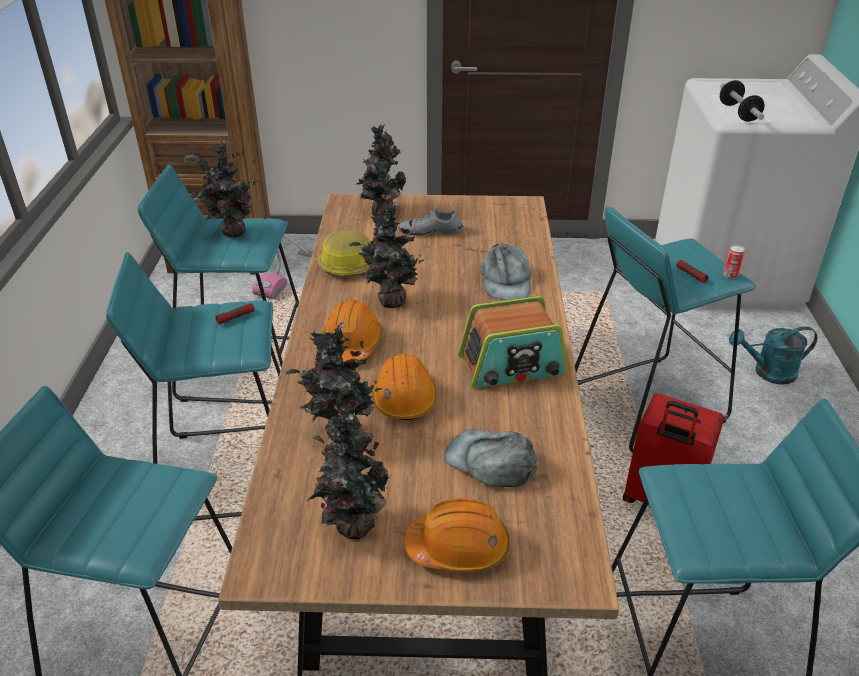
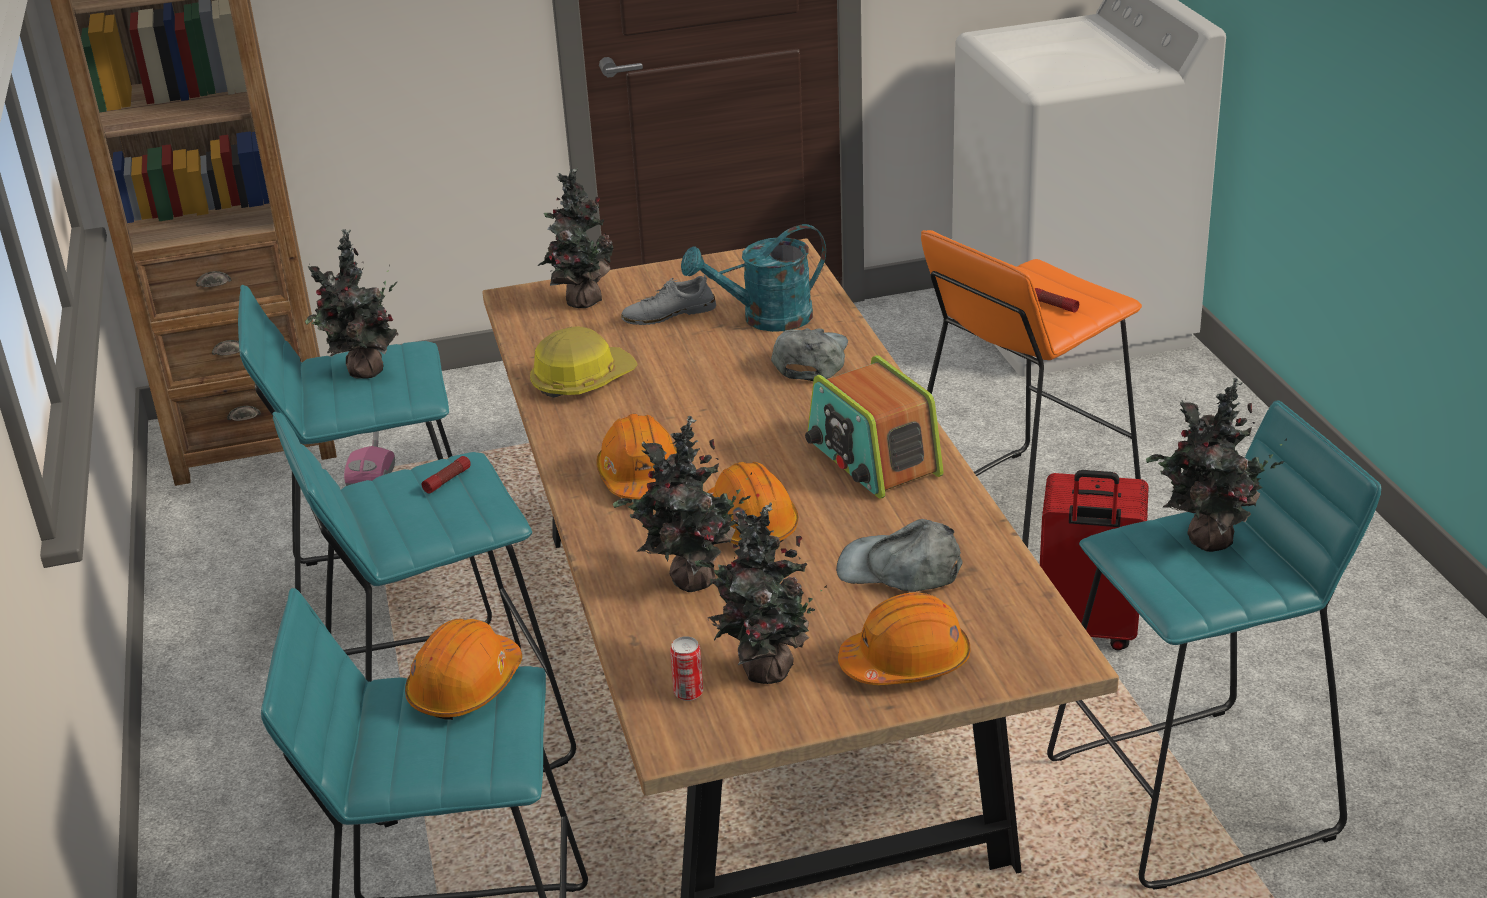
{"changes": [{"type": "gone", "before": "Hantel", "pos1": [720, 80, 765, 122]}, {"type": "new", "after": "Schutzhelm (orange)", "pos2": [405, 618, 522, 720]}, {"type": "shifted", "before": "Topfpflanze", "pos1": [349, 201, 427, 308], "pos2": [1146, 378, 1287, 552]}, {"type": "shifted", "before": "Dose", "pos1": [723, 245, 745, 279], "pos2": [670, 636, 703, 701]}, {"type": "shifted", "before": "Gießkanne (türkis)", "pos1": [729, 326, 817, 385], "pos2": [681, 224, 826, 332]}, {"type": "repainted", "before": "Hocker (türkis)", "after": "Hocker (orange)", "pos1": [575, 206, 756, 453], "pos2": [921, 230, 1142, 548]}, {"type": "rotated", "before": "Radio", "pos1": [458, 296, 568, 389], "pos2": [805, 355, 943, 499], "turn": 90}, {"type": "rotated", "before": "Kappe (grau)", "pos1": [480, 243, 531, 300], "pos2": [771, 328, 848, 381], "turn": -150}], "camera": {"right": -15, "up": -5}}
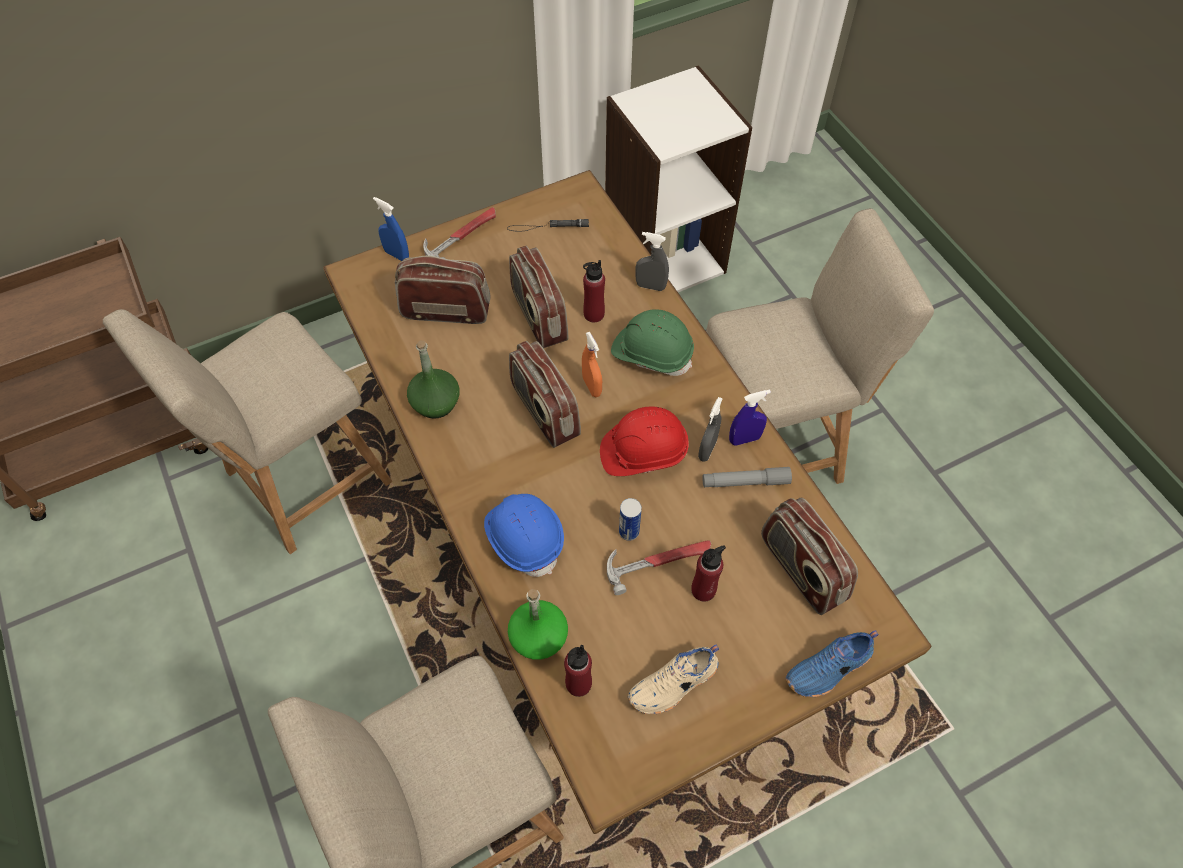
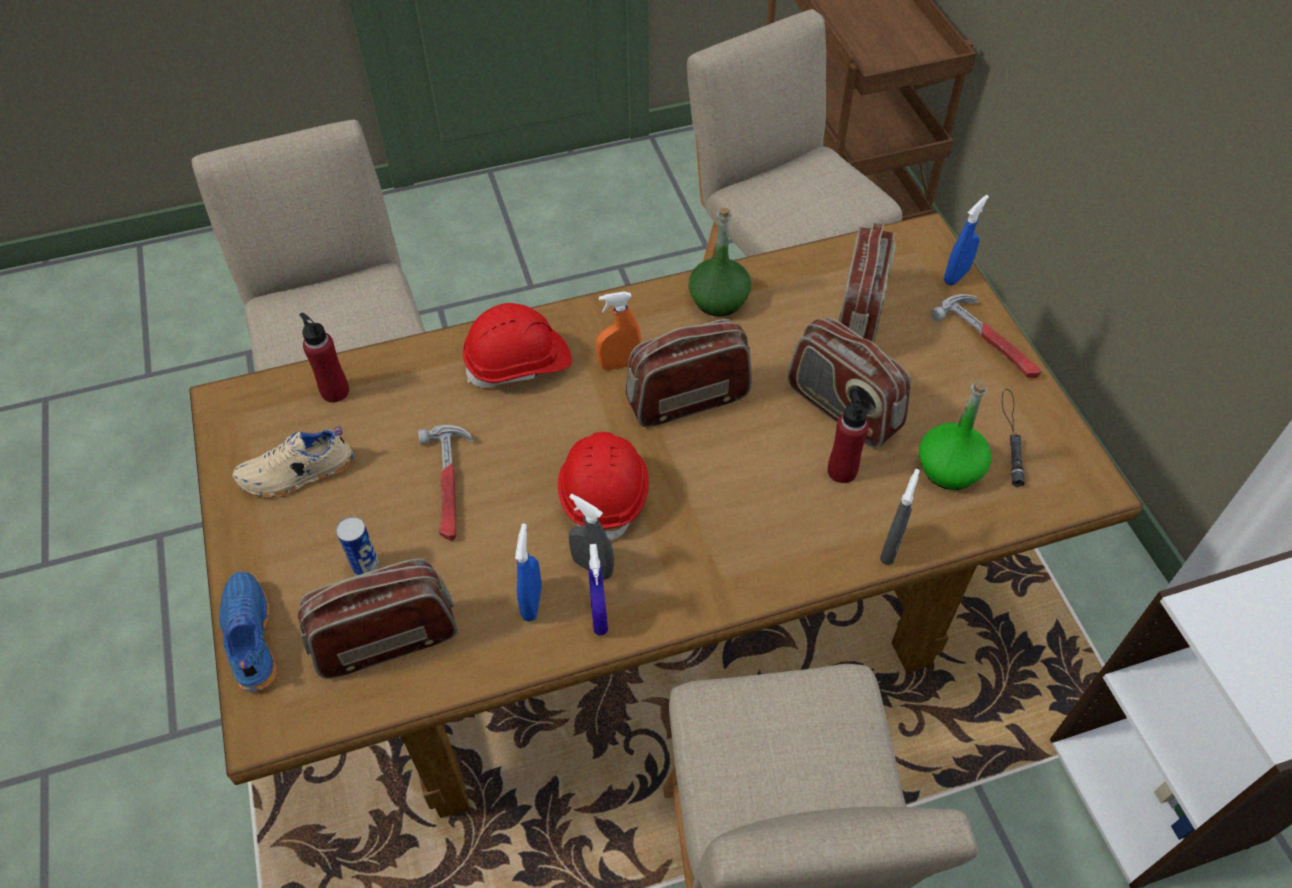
{"changes": [{"type": "gone", "before": "Schutzhelm (grün)", "pos1": [611, 309, 694, 376]}, {"type": "gone", "before": "Flasche (rot)", "pos1": [691, 545, 726, 602]}, {"type": "shifted", "before": "Flasche (grün)", "pos1": [508, 589, 568, 660], "pos2": [919, 379, 991, 490]}, {"type": "shifted", "before": "Sprühflasche (orange)", "pos1": [582, 332, 602, 397], "pos2": [596, 292, 641, 370]}, {"type": "shifted", "before": "Dose", "pos1": [619, 498, 642, 541], "pos2": [336, 517, 379, 576]}, {"type": "swapped", "before": "Taschenlampe (grau)", "after": "Sprühflasche (blau)", "pos1": [702, 467, 792, 487], "pos2": [515, 524, 542, 622]}, {"type": "repainted", "before": "Schutzhelm (blau)", "after": "Schutzhelm (rot)", "pos1": [484, 494, 564, 577], "pos2": [463, 303, 572, 388]}, {"type": "rotated", "before": "Radio", "pos1": [509, 246, 568, 348], "pos2": [788, 318, 911, 449], "turn": -120}, {"type": "rotated", "before": "Schuh (beige)", "pos1": [628, 645, 719, 714], "pos2": [233, 427, 354, 498], "turn": -90}], "camera": {"right": 100, "up": -5}}
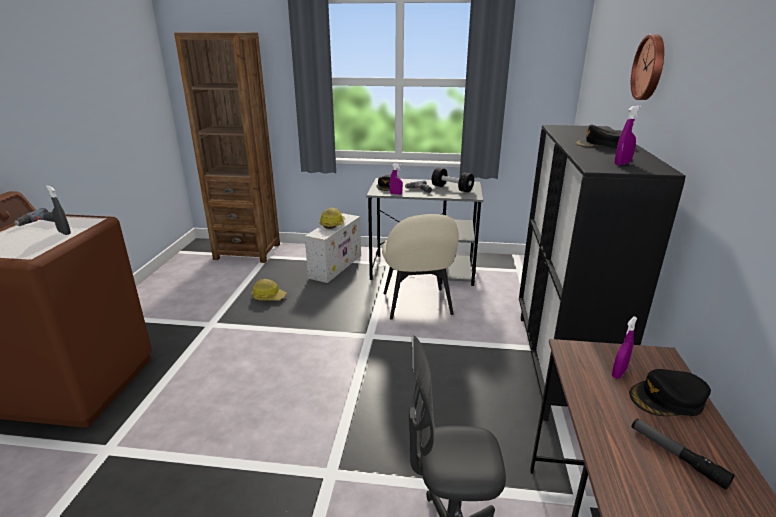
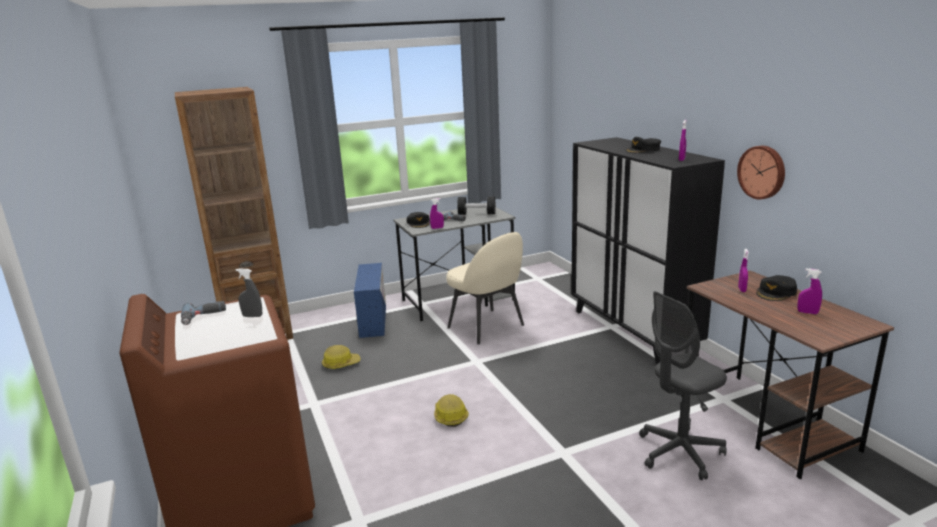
{"changes": [{"type": "shifted", "before": "Schutzhelm", "pos1": [319, 208, 345, 229], "pos2": [434, 394, 469, 427]}, {"type": "shifted", "before": "Wanduhr", "pos1": [631, 34, 664, 100], "pos2": [737, 146, 785, 200]}, {"type": "swapped", "before": "Taschenlampe", "after": "Sprühflasche (lila)", "pos1": [632, 418, 735, 490], "pos2": [797, 268, 822, 314]}, {"type": "repainted", "before": "Aufbewahrungsbox (weiß)", "after": "Aufbewahrungsbox (blau)", "pos1": [305, 213, 361, 283], "pos2": [354, 263, 386, 338]}], "camera": {"right": -30, "up": -5}}
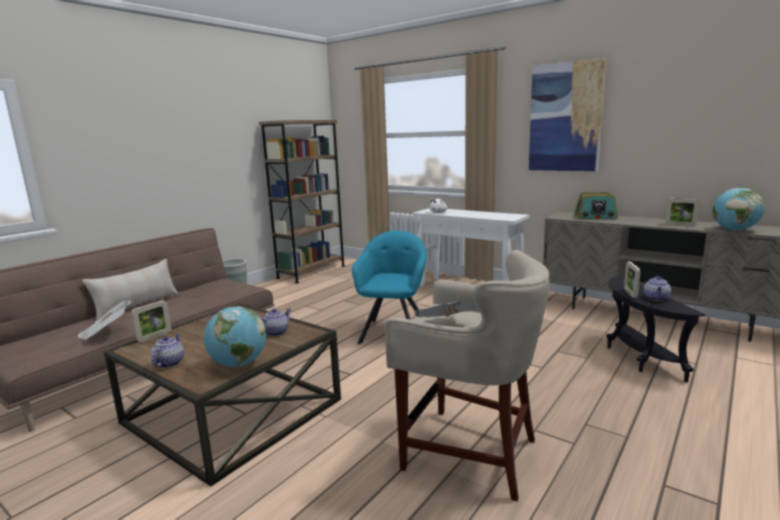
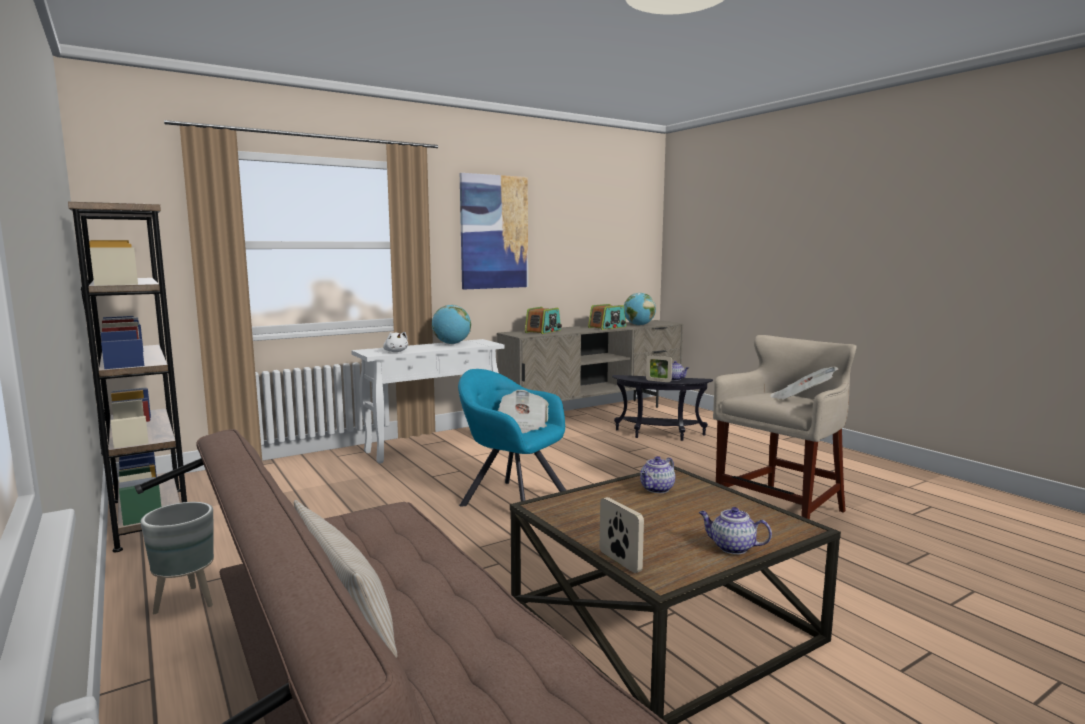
{"changes": [{"type": "shifted", "before": "Zeitung", "pos1": [78, 300, 131, 341], "pos2": [498, 390, 549, 433]}, {"type": "shifted", "before": "Globus", "pos1": [204, 307, 266, 367], "pos2": [432, 305, 471, 344]}, {"type": "swapped", "before": "Bilderrahmen", "after": "Radio", "pos1": [665, 199, 699, 226], "pos2": [588, 304, 626, 330]}, {"type": "rotated", "before": "Teekanne", "pos1": [261, 309, 291, 336], "pos2": [640, 456, 675, 493], "turn": -105}], "camera": {"right": -70, "up": -5}}
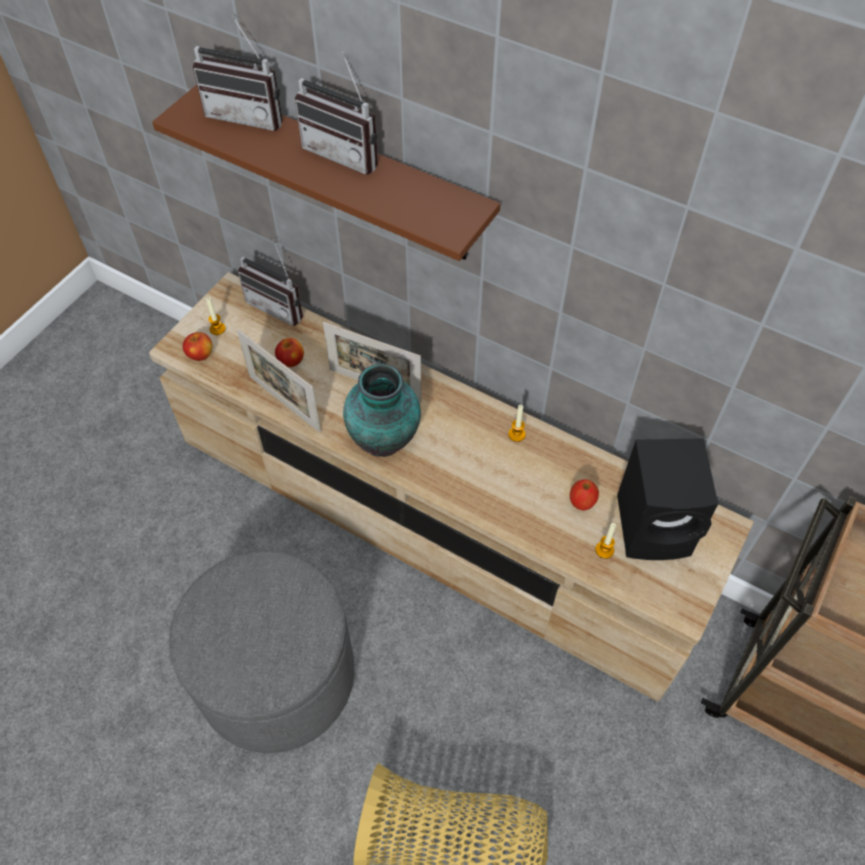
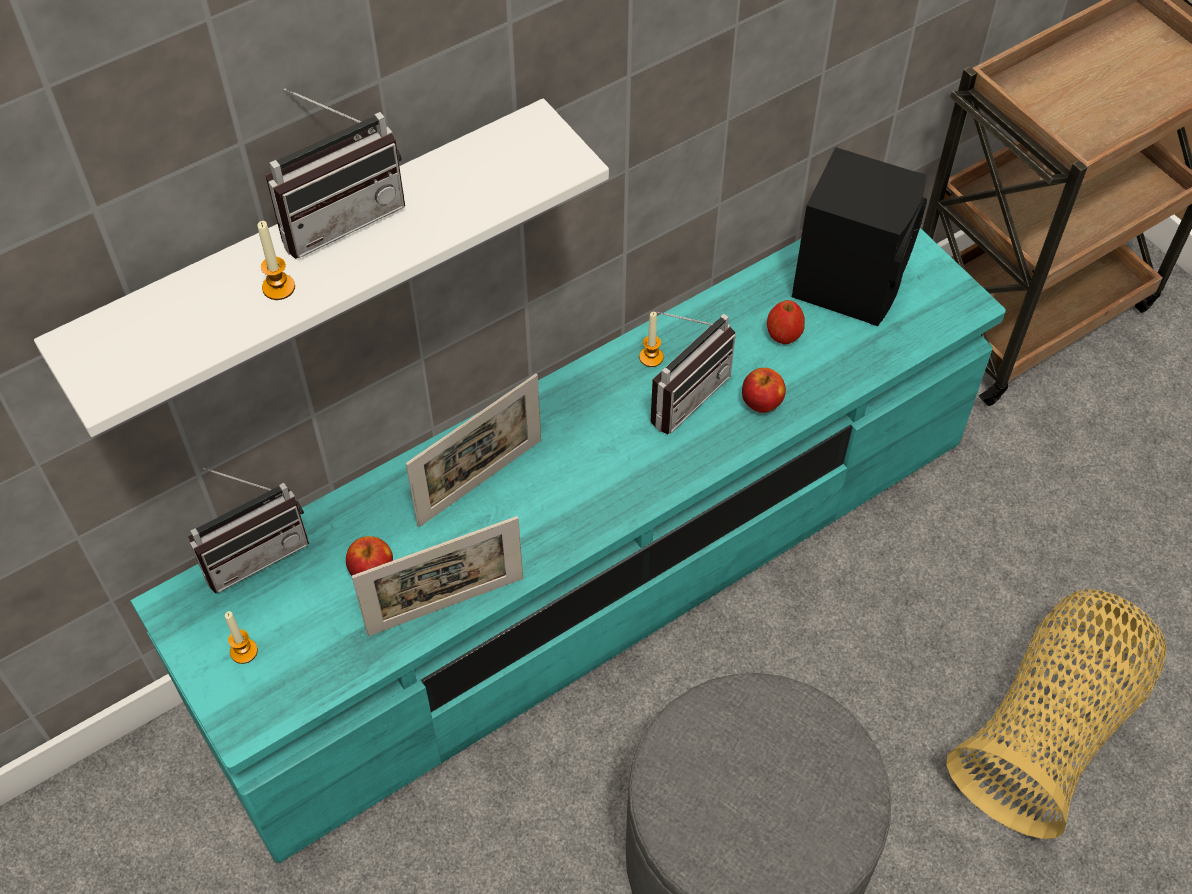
{"changes": [{"type": "gone", "before": "Vase", "pos1": [343, 364, 421, 457]}, {"type": "shifted", "before": "Apfel", "pos1": [183, 332, 212, 361], "pos2": [742, 368, 786, 413]}, {"type": "shifted", "before": "Radio", "pos1": [193, 15, 283, 131], "pos2": [650, 312, 736, 434]}, {"type": "shifted", "before": "Kerze", "pos1": [595, 523, 616, 559], "pos2": [258, 221, 295, 300]}, {"type": "repainted", "before": "Fernsehschrank (beige)", "after": "Fernsehschrank (türkis)", "pos1": [149, 272, 754, 701], "pos2": [130, 228, 1006, 863]}, {"type": "repainted", "before": "Wandregal (braun)", "after": "Wandregal (weiß)", "pos1": [152, 85, 500, 261], "pos2": [34, 98, 609, 437]}], "camera": {"right": -65, "up": 0}}
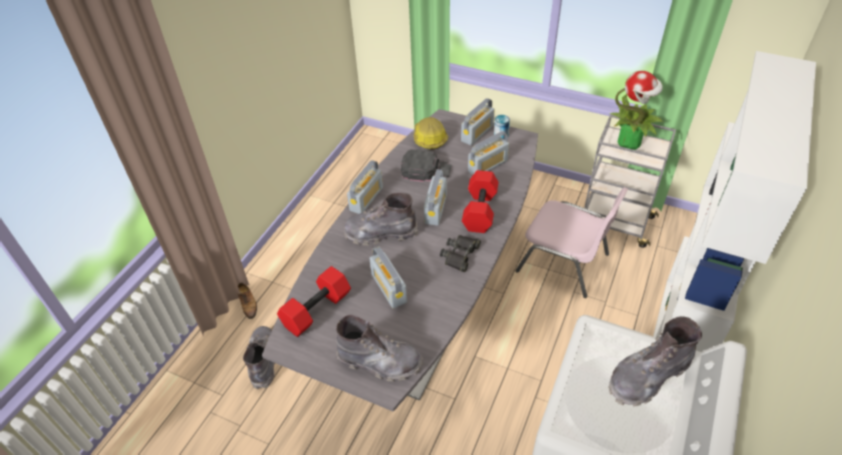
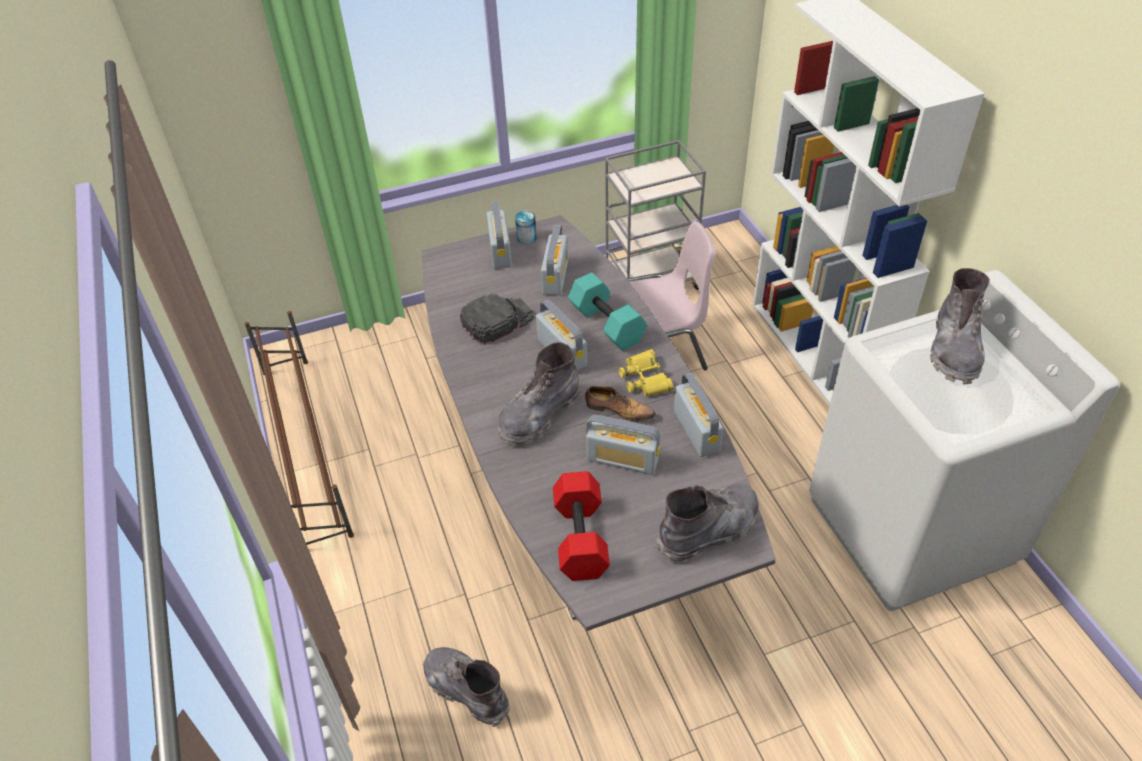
{"changes": [{"type": "gone", "before": "Schutzhelm", "pos1": [414, 117, 448, 150]}, {"type": "gone", "before": "Topfpflanze", "pos1": [610, 71, 664, 150]}, {"type": "new", "after": "Schuhregal (braun)", "pos2": [245, 311, 354, 545]}, {"type": "shifted", "before": "Schuh", "pos1": [237, 283, 257, 319], "pos2": [585, 386, 655, 421]}, {"type": "shifted", "before": "Radio", "pos1": [347, 160, 383, 214], "pos2": [674, 372, 723, 457]}, {"type": "repainted", "before": "Fernglas (schwarz)", "after": "Fernglas (gelb)", "pos1": [440, 235, 481, 272], "pos2": [619, 349, 673, 396]}, {"type": "repainted", "before": "Hantel (rot)", "after": "Hantel (türkis)", "pos1": [462, 170, 499, 233], "pos2": [568, 272, 647, 351]}], "camera": {"right": -45, "up": 0}}
